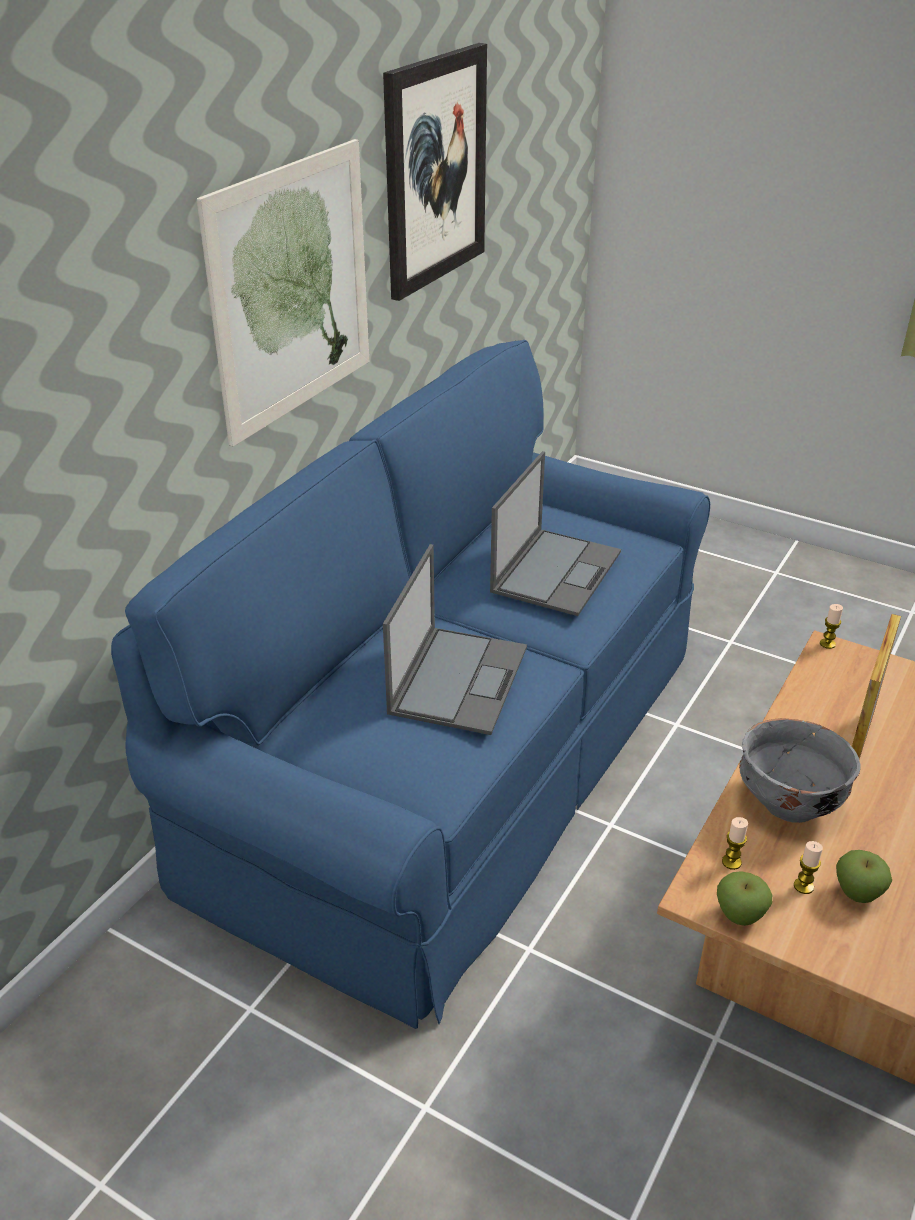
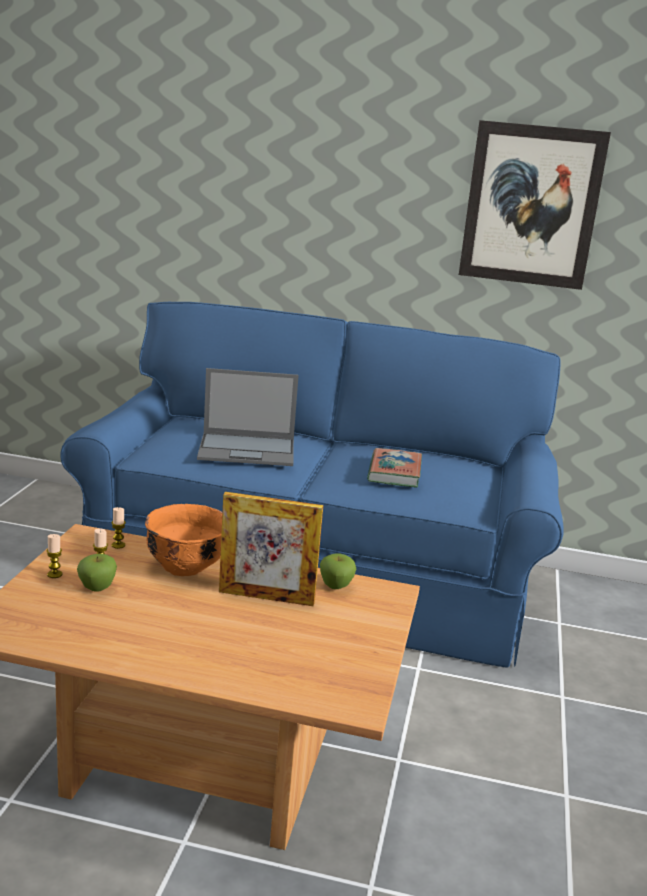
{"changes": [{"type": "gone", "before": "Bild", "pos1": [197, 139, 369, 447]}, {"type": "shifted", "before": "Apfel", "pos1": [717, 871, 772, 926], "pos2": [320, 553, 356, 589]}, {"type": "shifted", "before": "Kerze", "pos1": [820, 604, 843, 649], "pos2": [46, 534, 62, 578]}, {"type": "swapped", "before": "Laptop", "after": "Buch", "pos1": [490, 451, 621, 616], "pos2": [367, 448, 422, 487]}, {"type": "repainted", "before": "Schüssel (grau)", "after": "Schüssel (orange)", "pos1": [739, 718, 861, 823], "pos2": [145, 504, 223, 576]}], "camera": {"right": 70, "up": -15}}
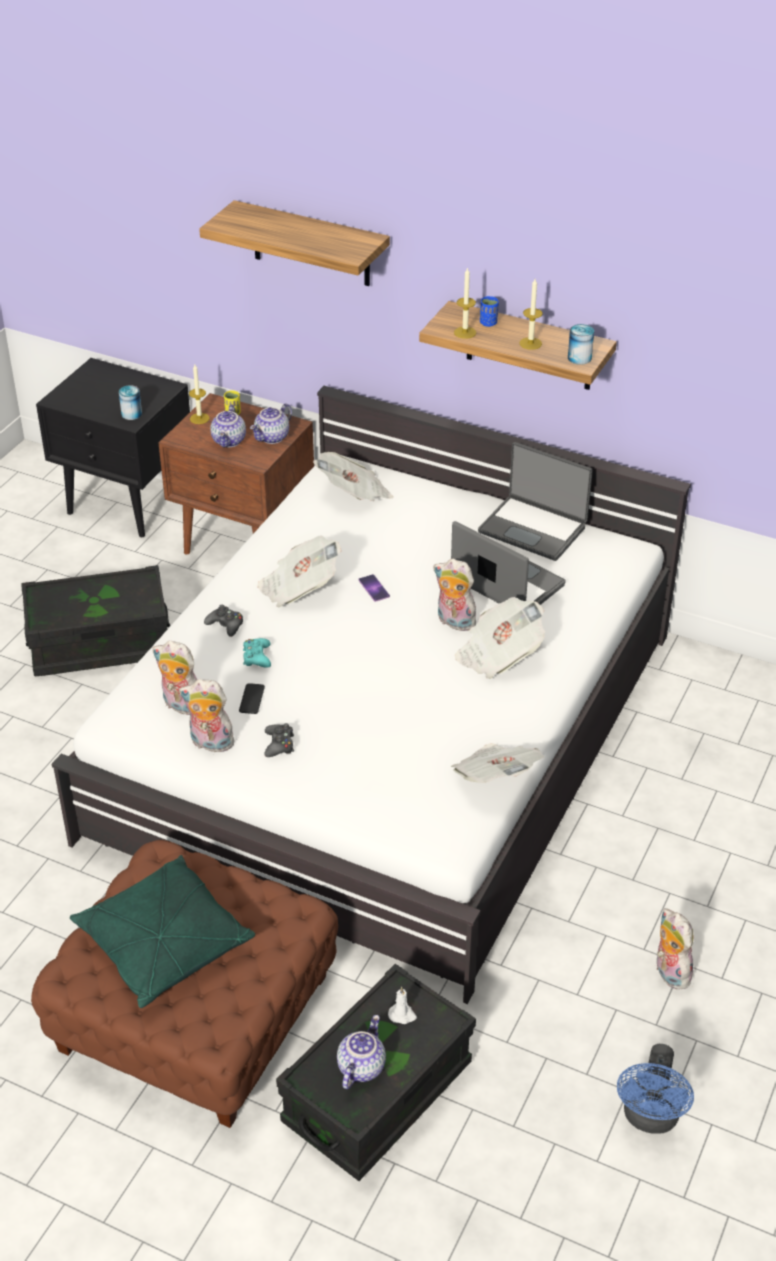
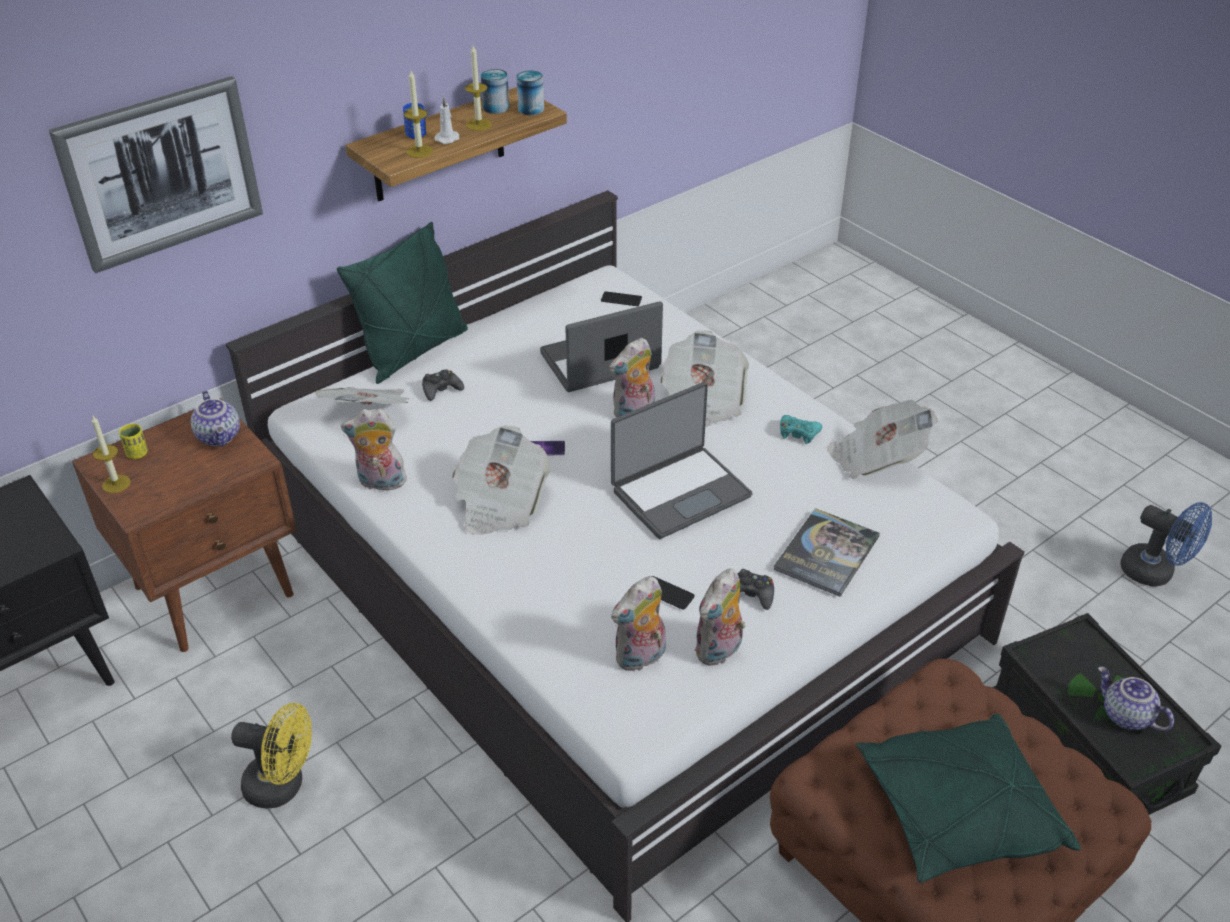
{"changes": [{"type": "gone", "before": "Teekanne", "pos1": [210, 405, 246, 448]}, {"type": "new", "after": "Kissen (grün)", "pos2": [337, 222, 468, 384]}, {"type": "new", "after": "Handy", "pos2": [601, 291, 642, 306]}, {"type": "new", "after": "Buch", "pos2": [773, 508, 880, 597]}, {"type": "shifted", "before": "Dose", "pos1": [119, 385, 142, 420], "pos2": [481, 69, 509, 114]}, {"type": "shifted", "before": "Gamepad (schwarz)", "pos1": [204, 605, 243, 637], "pos2": [422, 369, 464, 401]}, {"type": "shifted", "before": "Gamepad (türkis)", "pos1": [243, 638, 271, 668], "pos2": [780, 415, 822, 444]}, {"type": "shifted", "before": "Kerze (weiß)", "pos1": [388, 987, 417, 1024], "pos2": [434, 97, 459, 144]}, {"type": "shifted", "before": "Laptop", "pos1": [478, 442, 593, 561], "pos2": [611, 382, 753, 539]}, {"type": "shifted", "before": "Plüschtier", "pos1": [657, 908, 693, 989], "pos2": [341, 409, 407, 491]}, {"type": "swapped", "before": "Aufbewahrungsbox (schwarz)", "after": "Ventilator (gelb)", "pos1": [21, 565, 170, 677], "pos2": [231, 703, 312, 808]}, {"type": "swapped", "before": "Wandregal", "after": "Bild", "pos1": [199, 200, 390, 286], "pos2": [49, 76, 263, 273]}], "camera": {"right": -65, "up": 0}}
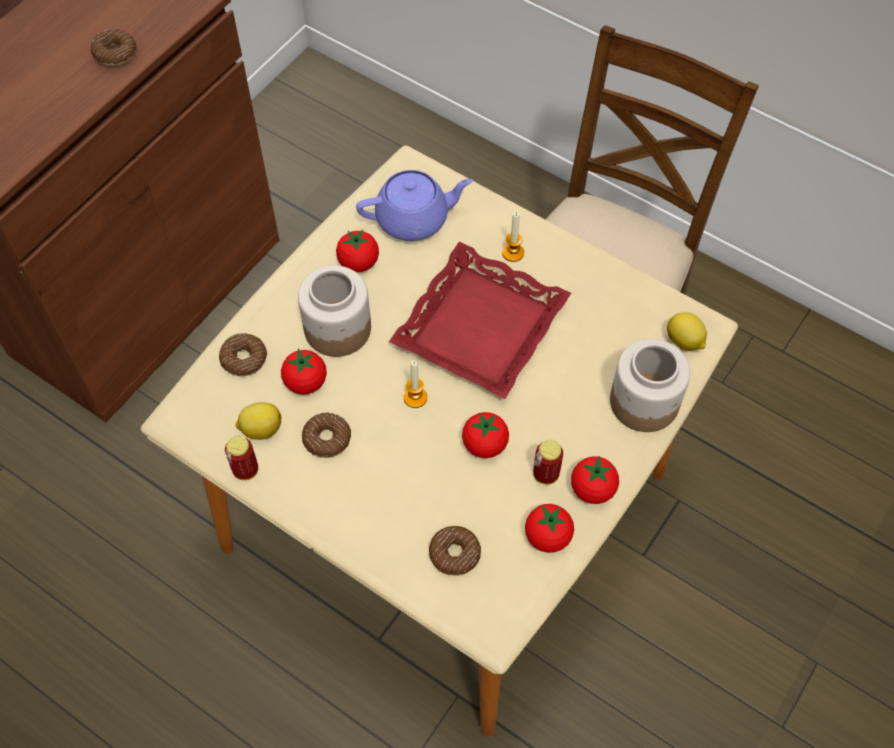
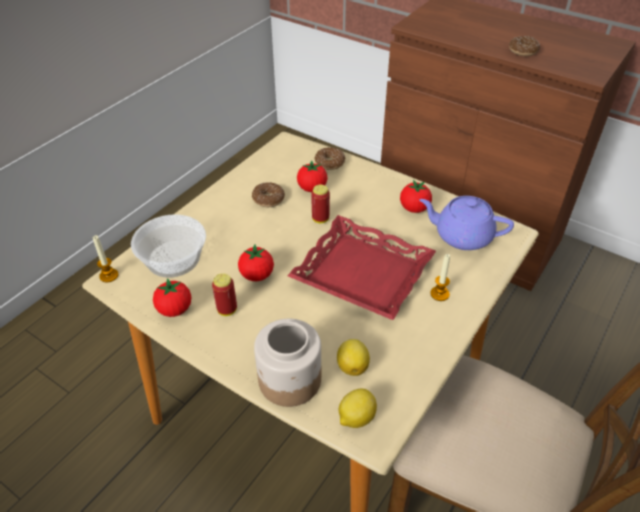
{"changes": [{"type": "gone", "before": "Vorratsglas", "pos1": [298, 265, 371, 357]}, {"type": "gone", "before": "Tomate", "pos1": [571, 456, 619, 504]}, {"type": "shifted", "before": "Dose", "pos1": [225, 436, 258, 480], "pos2": [311, 185, 330, 223]}, {"type": "shifted", "before": "Zitrone", "pos1": [235, 402, 281, 440], "pos2": [337, 339, 370, 376]}, {"type": "shifted", "before": "Kerze", "pos1": [404, 360, 427, 408], "pos2": [93, 235, 118, 282]}, {"type": "swapped", "before": "Donut", "after": "Schüssel", "pos1": [429, 526, 481, 576], "pos2": [131, 214, 206, 278]}, {"type": "rotated", "before": "Teekanne (lila)", "pos1": [356, 170, 473, 241], "pos2": [419, 196, 514, 250], "turn": 120}], "camera": {"right": 90, "up": -15}}
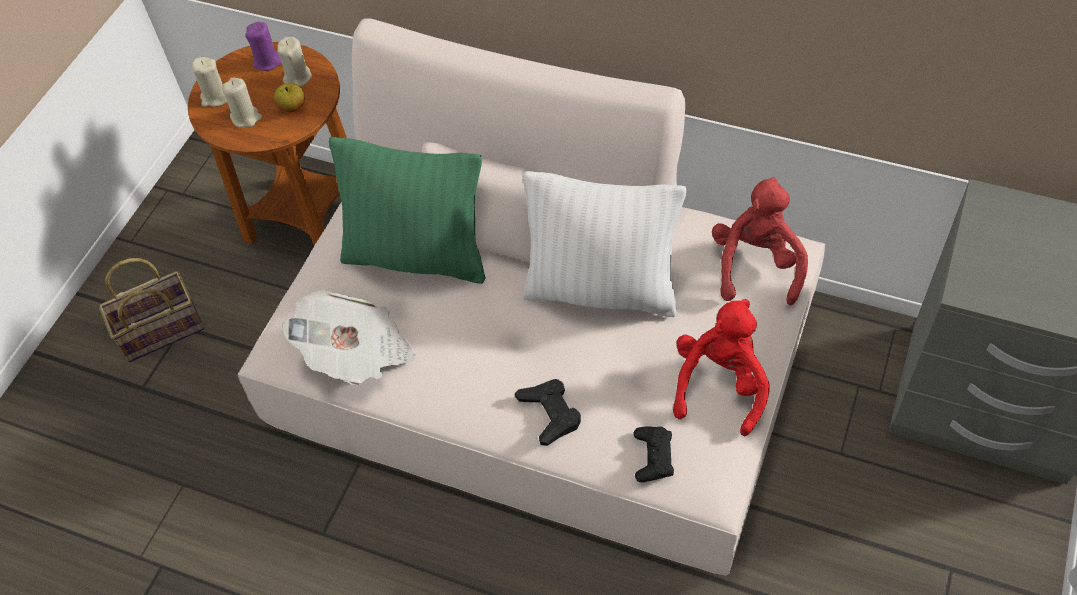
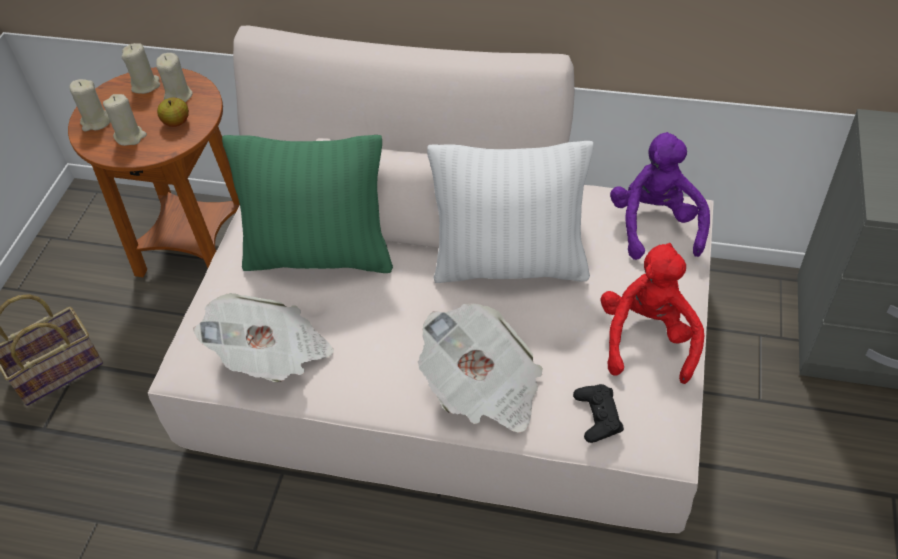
{"changes": [{"type": "swapped", "before": "Gamepad (schwarz)", "after": "Zeitung", "pos1": [515, 379, 581, 446], "pos2": [418, 303, 543, 433]}, {"type": "repainted", "before": "Kerze (lila)", "after": "Kerze (beige)", "pos1": [245, 22, 282, 71], "pos2": [121, 43, 160, 94]}, {"type": "repainted", "before": "Plüschtier (rot)", "after": "Plüschtier (lila)", "pos1": [712, 177, 808, 306], "pos2": [610, 132, 710, 260]}], "camera": {"right": -10, "up": -5}}
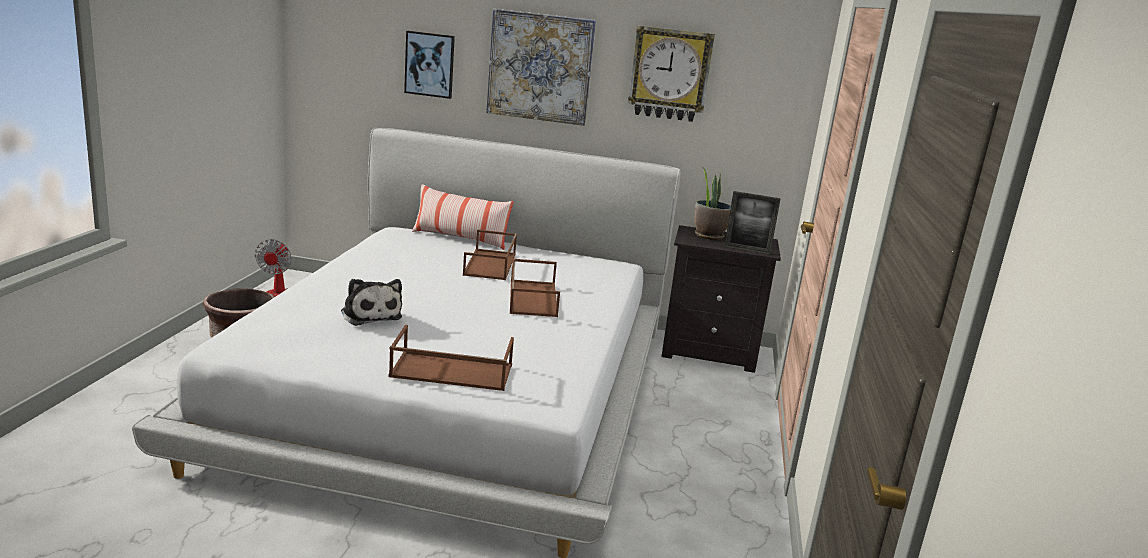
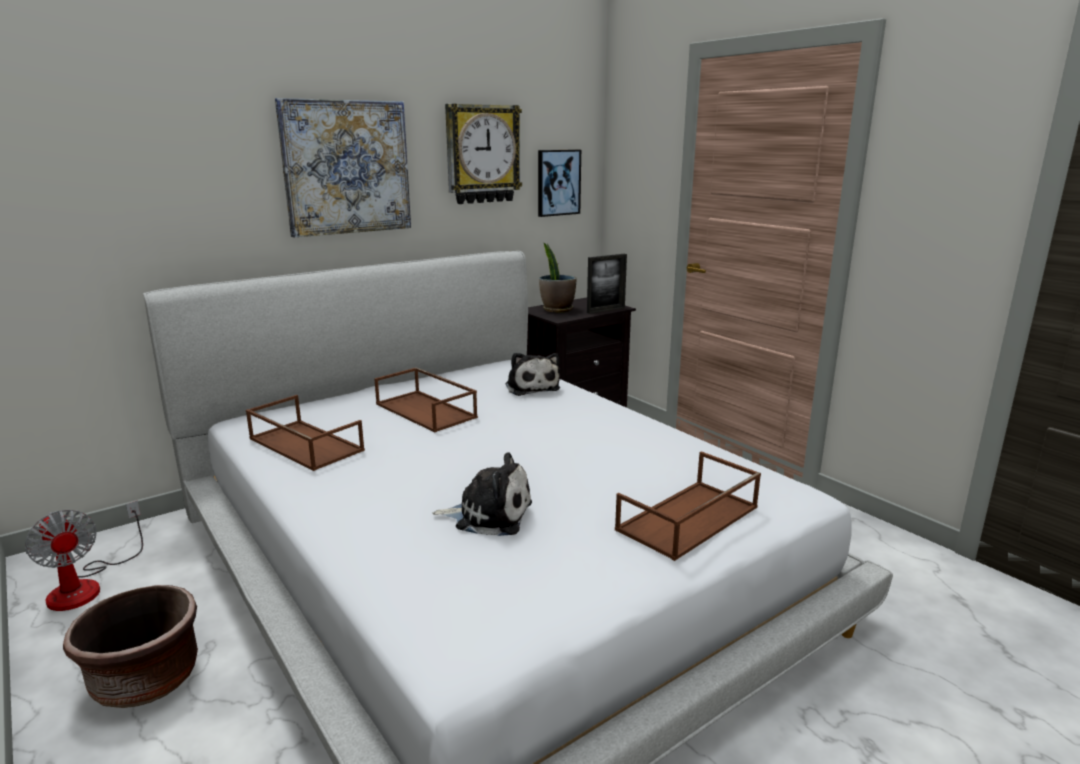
{"changes": [{"type": "gone", "before": "Kissen", "pos1": [412, 184, 514, 250]}, {"type": "new", "after": "Plüschtier", "pos2": [505, 353, 560, 396]}, {"type": "shifted", "before": "Bild", "pos1": [404, 31, 455, 99], "pos2": [538, 150, 581, 217]}, {"type": "shifted", "before": "Tablett (braun)", "pos1": [510, 259, 560, 317], "pos2": [246, 395, 365, 471]}], "camera": {"right": -45, "up": 0}}
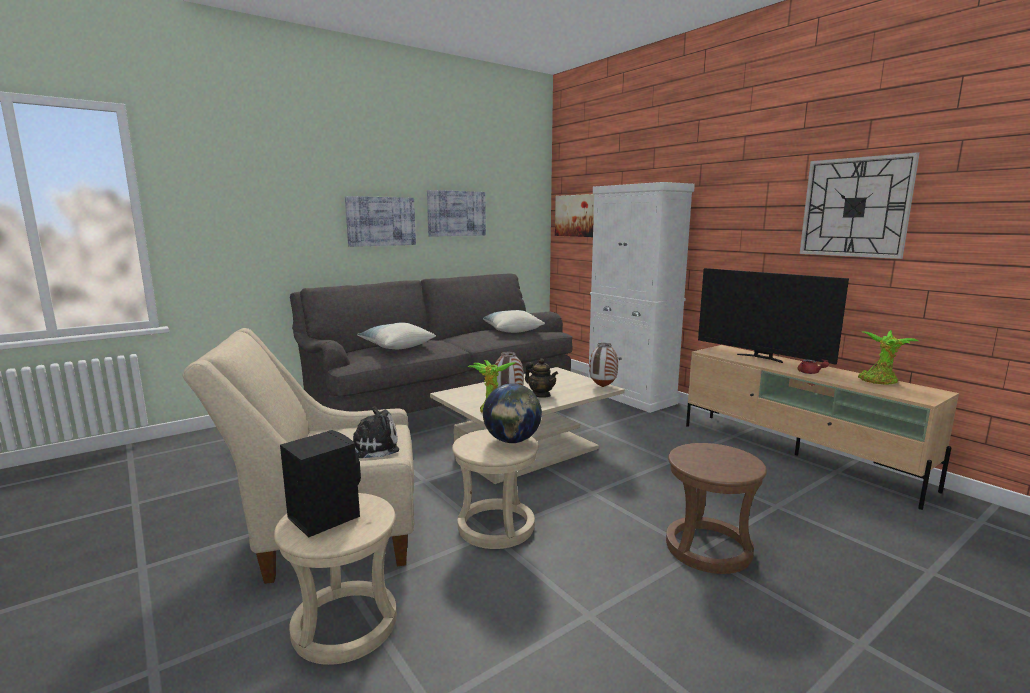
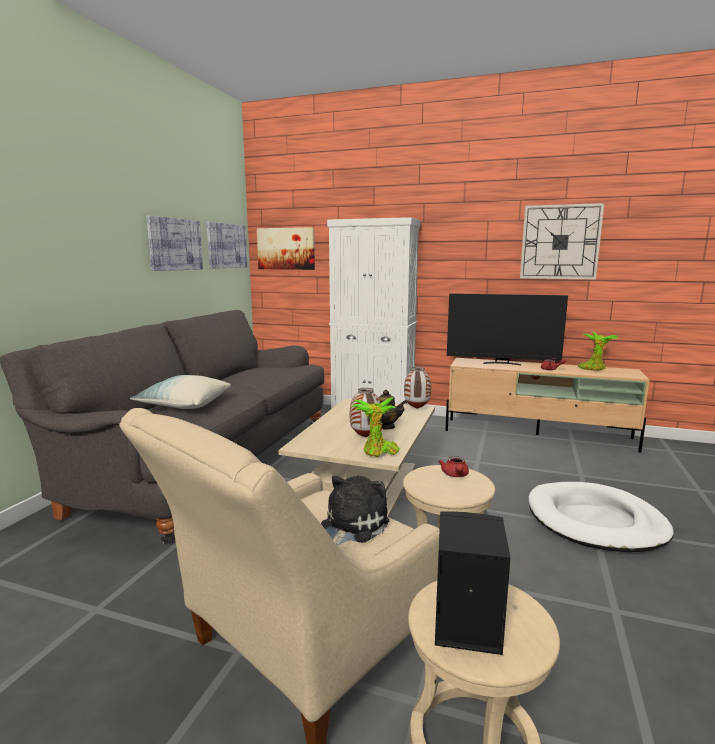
{"changes": [{"type": "gone", "before": "Kissen", "pos1": [483, 310, 545, 333]}, {"type": "shifted", "before": "Bild", "pos1": [345, 196, 416, 247], "pos2": [206, 222, 248, 269]}, {"type": "swapped", "before": "Globus", "after": "Teekanne (rot)", "pos1": [483, 383, 542, 443], "pos2": [438, 456, 469, 477]}, {"type": "swapped", "before": "Hocker (braun)", "after": "Hundebett (weiß)", "pos1": [666, 443, 767, 574], "pos2": [528, 482, 674, 552]}], "camera": {"right": -35, "up": 0}}
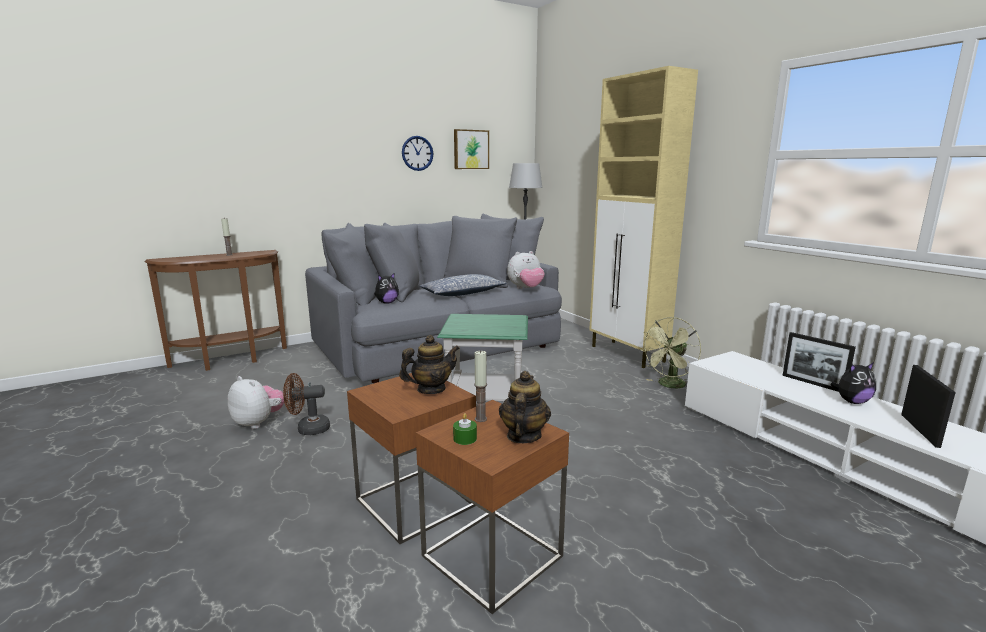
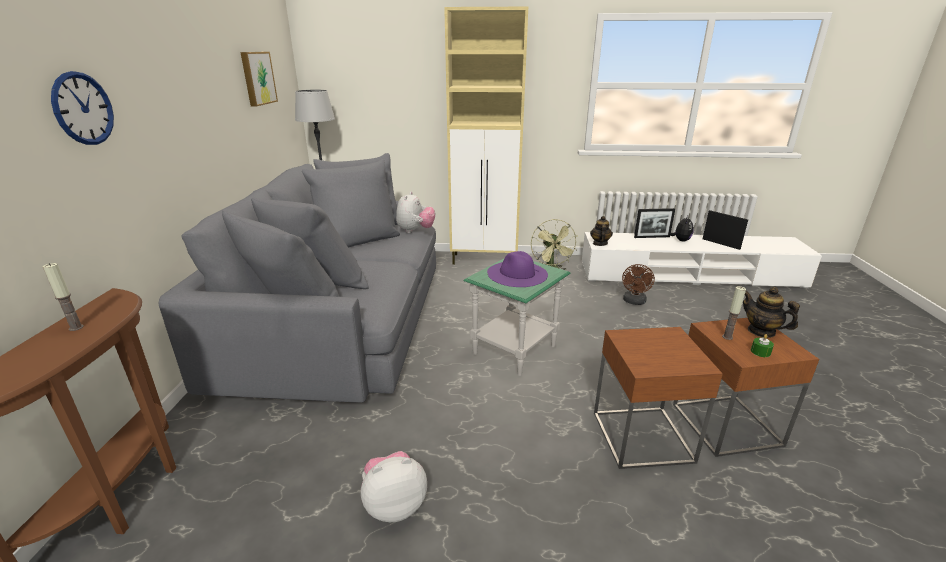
{"changes": [{"type": "gone", "before": "Plüschtier", "pos1": [374, 273, 399, 304]}, {"type": "gone", "before": "Kissen", "pos1": [420, 274, 507, 296]}, {"type": "new", "after": "Hut (lila)", "pos2": [487, 251, 548, 287]}, {"type": "shifted", "before": "Ventilator (braun)", "pos1": [283, 373, 330, 435], "pos2": [622, 264, 655, 305]}, {"type": "shifted", "before": "Teekanne", "pos1": [399, 335, 460, 394], "pos2": [590, 216, 613, 246]}, {"type": "shifted", "before": "Wanduhr", "pos1": [402, 136, 433, 171], "pos2": [51, 71, 114, 145]}], "camera": {"right": -55, "up": 10}}
